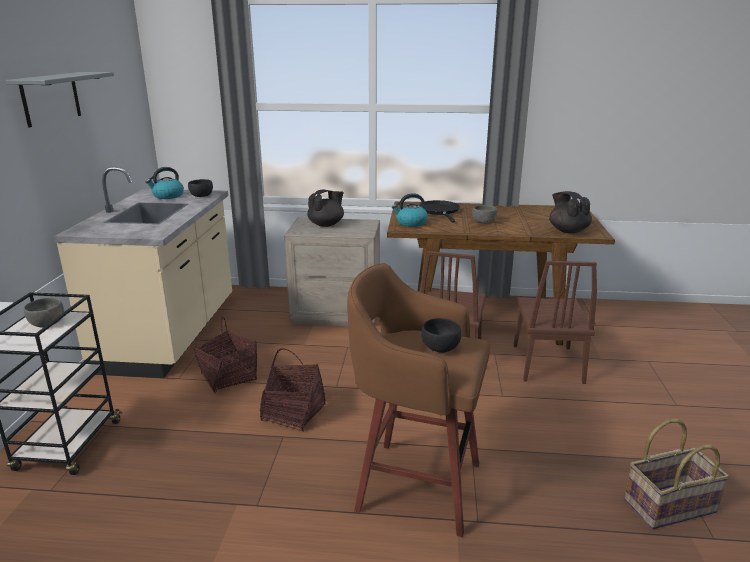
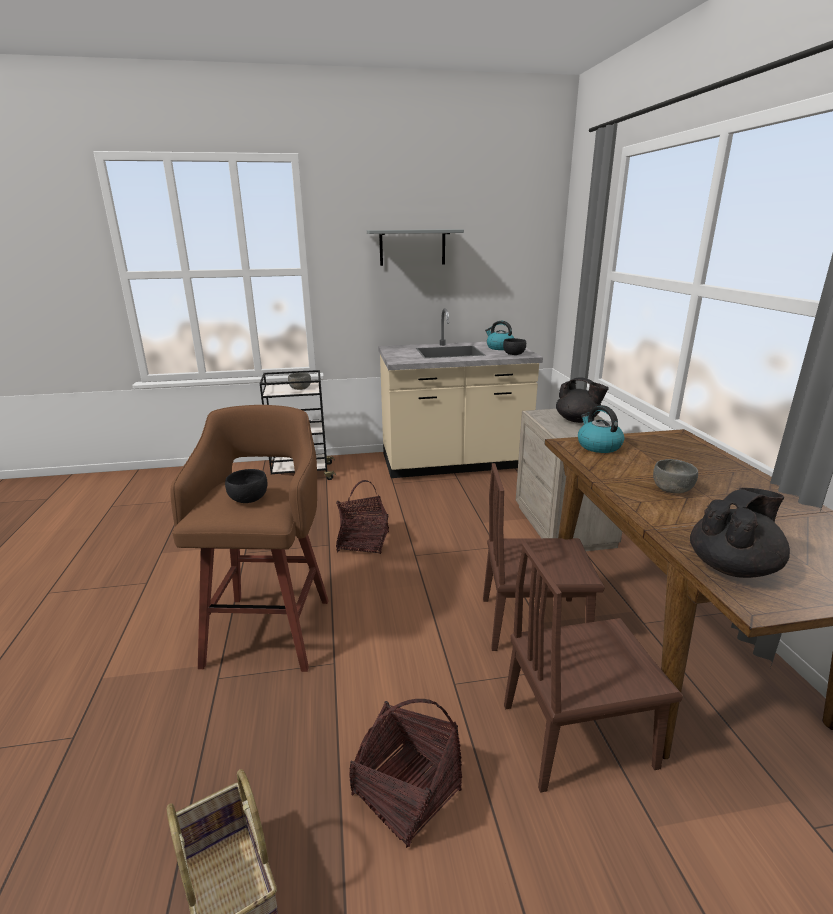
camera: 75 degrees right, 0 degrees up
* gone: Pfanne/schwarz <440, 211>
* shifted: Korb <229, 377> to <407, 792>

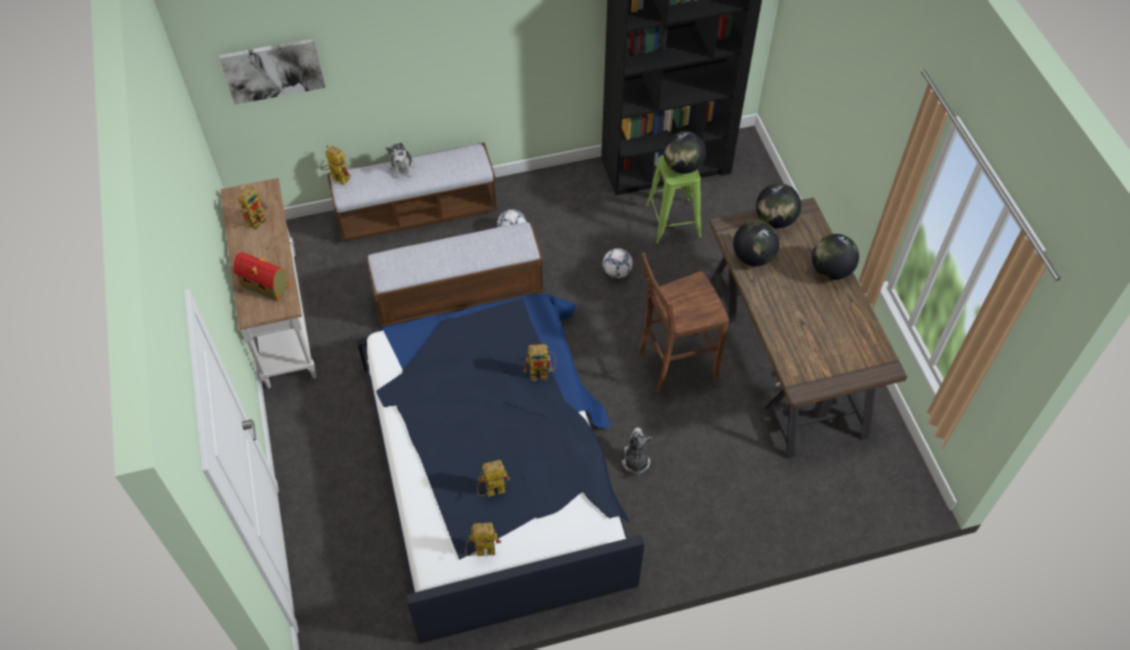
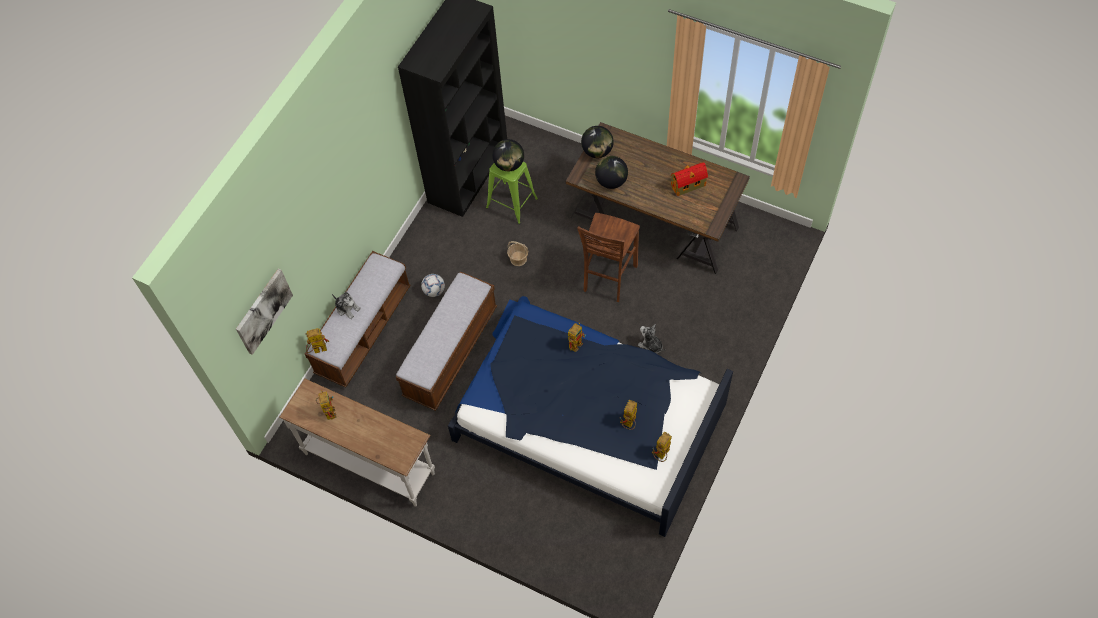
camera: 45 degrees left, 5 degrees up
* gone: Globus <830, 270>
* swapped: Fußball <617, 272> to Korb <518, 259>
* shifted: Spielzeughaus <266, 286> to <689, 185>

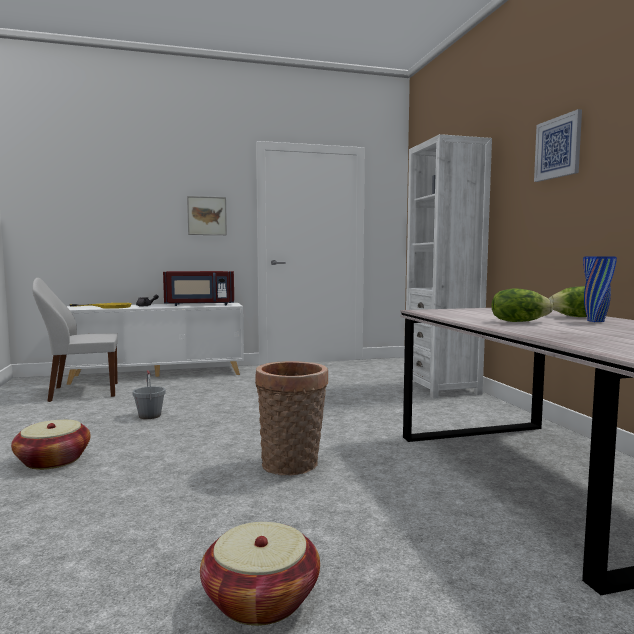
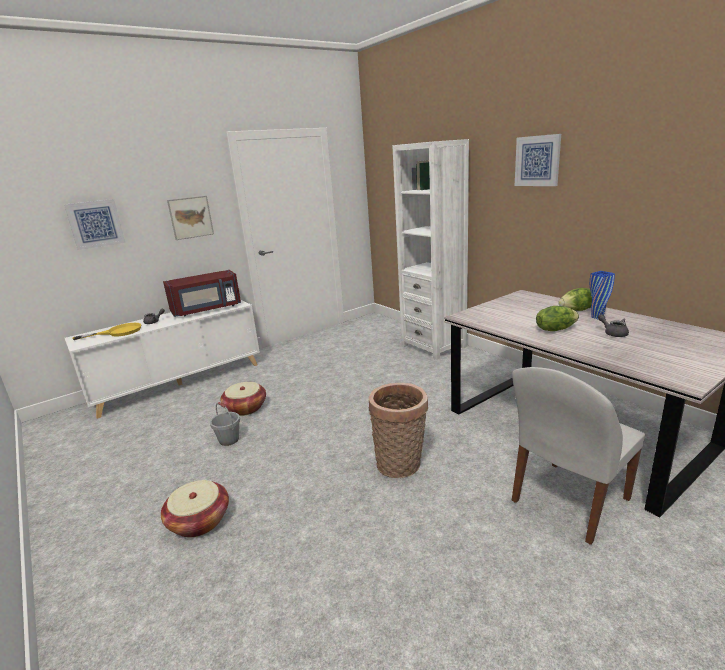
camera: 20 degrees left, 15 degrees up
* shifted: Stuhl/weiß <82, 392> to <568, 501>
* shifted: Korb <261, 599> to <245, 408>
* new: Bild <95, 224>
* new: Teekanne/grau <613, 333>

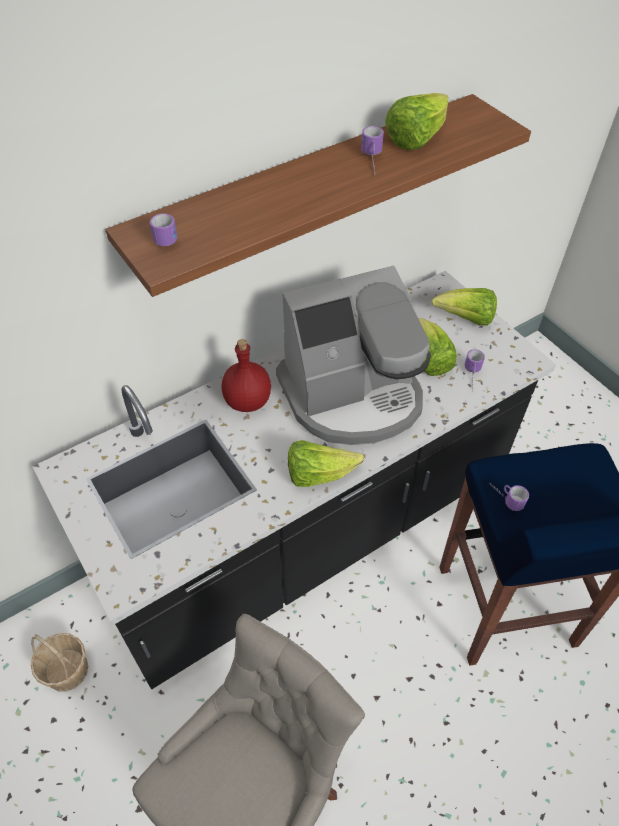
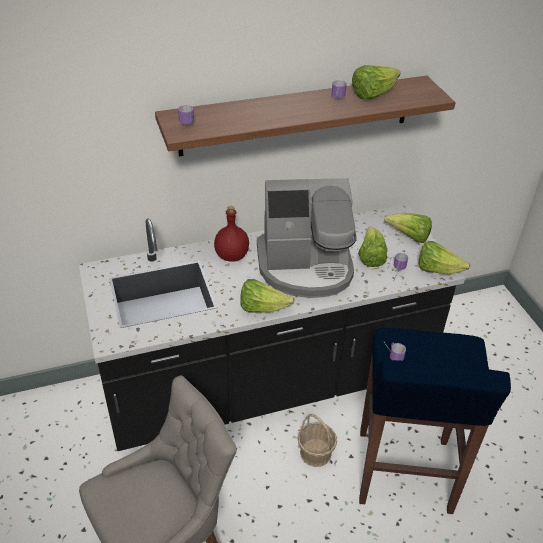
camera: 15 degrees right, 10 degrees down
* shifted: Korb <67, 669> to <315, 452>
* new: Salatkopf <437, 270>

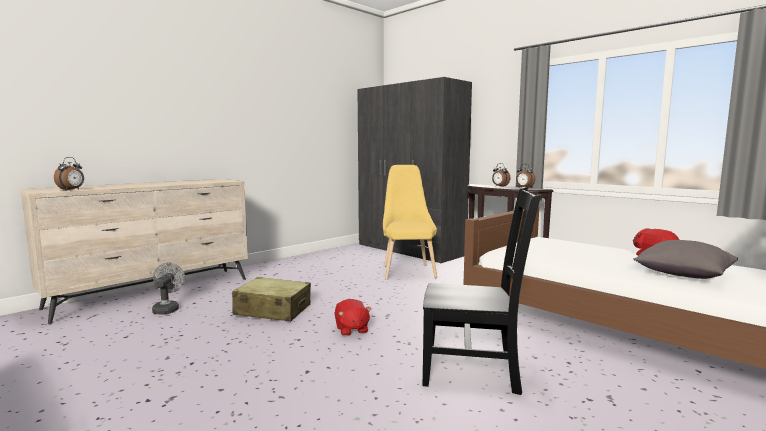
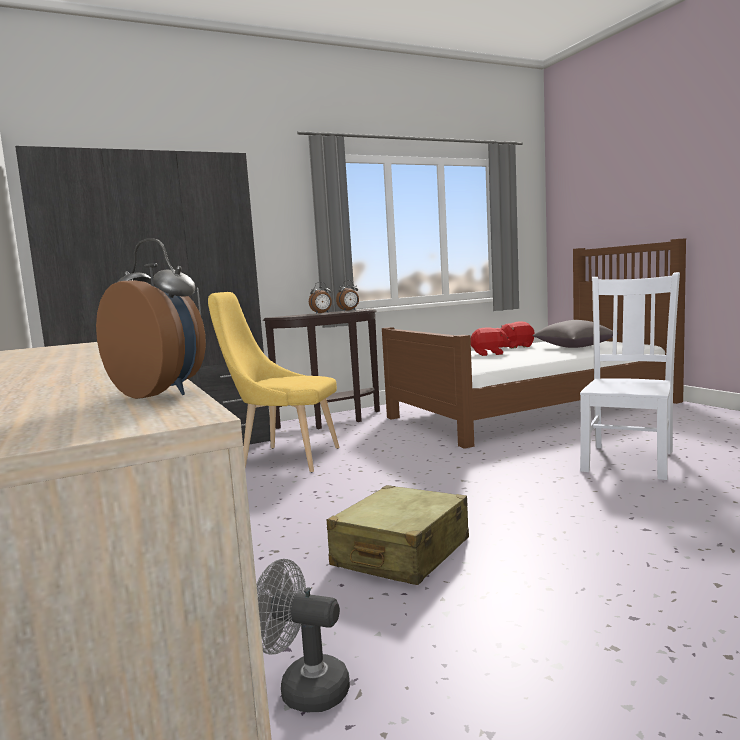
camera: 70 degrees left, 0 degrees up
* repainted: Stuhl/schwarz <474, 371> to Stuhl/weiß <628, 460>
* shifted: Plüschtier/rot <351, 330> to <489, 354>

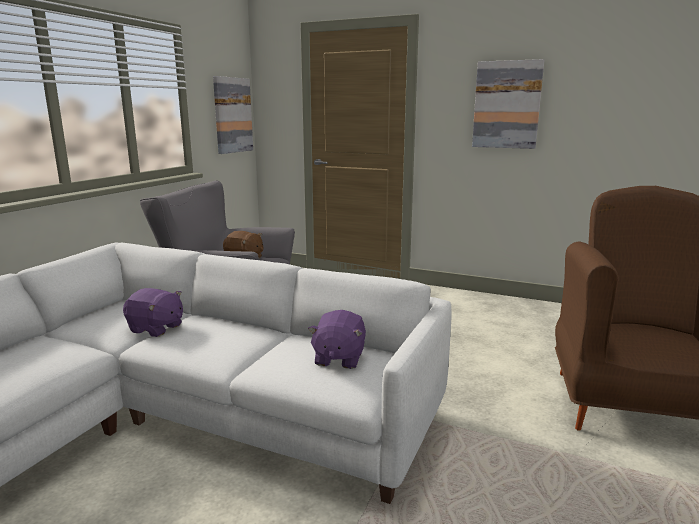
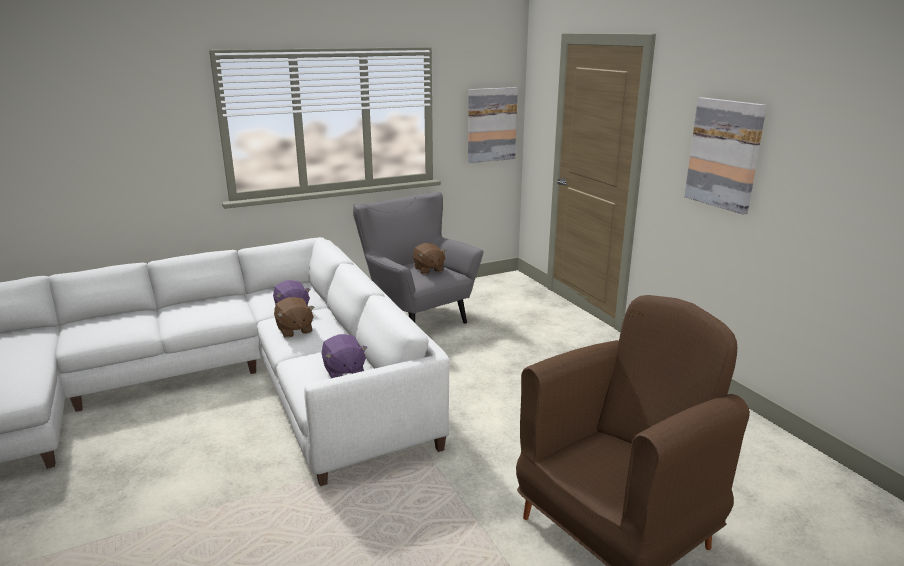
camera: 40 degrees right, 5 degrees up
* rotated: Plüschtier/lila <338, 358> = <344, 372> 75 degrees counterclockwise
* new: Plüschtier/braun <294, 330>

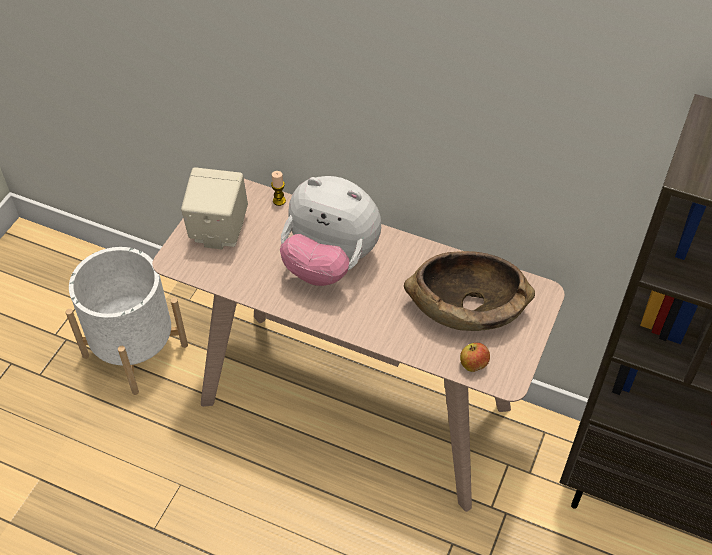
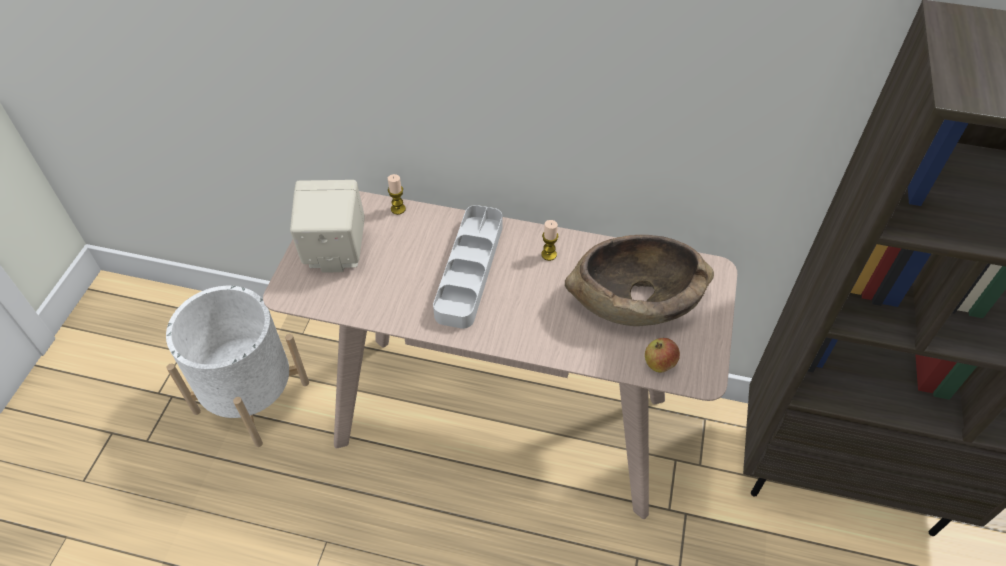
camera: 10 degrees left, 0 degrees up
* swapped: Plüschtier <329, 262> to Tablett/grau <469, 270>
* new: Kerze <549, 254>

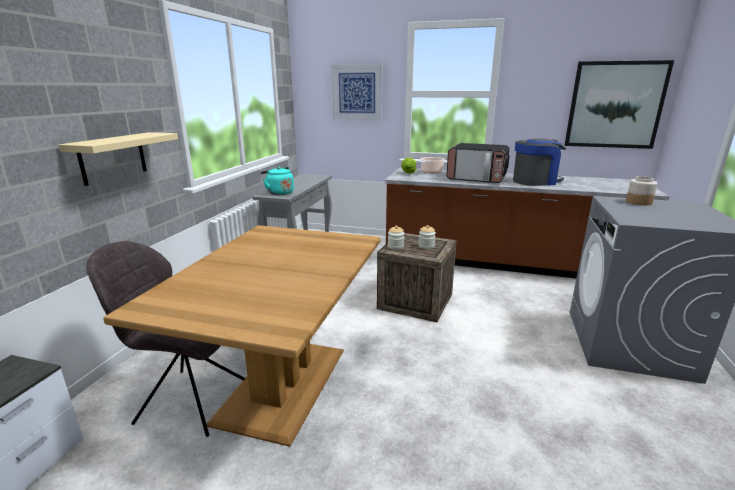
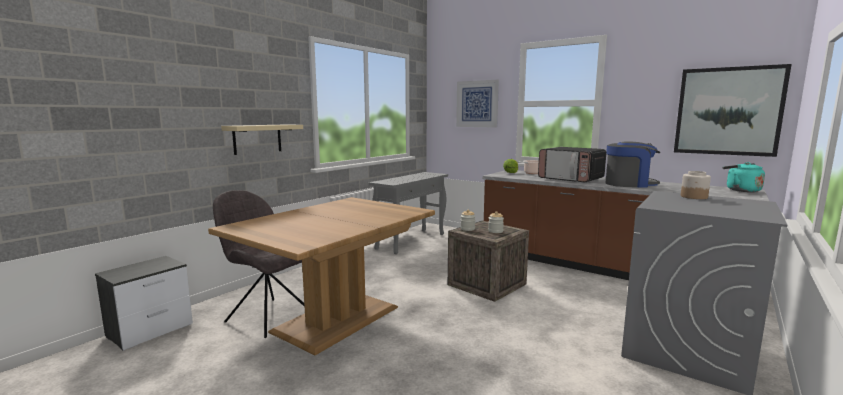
camera: 20 degrees right, 10 degrees down
* shifted: Wasserkessel/türkis <279, 192> to <740, 190>

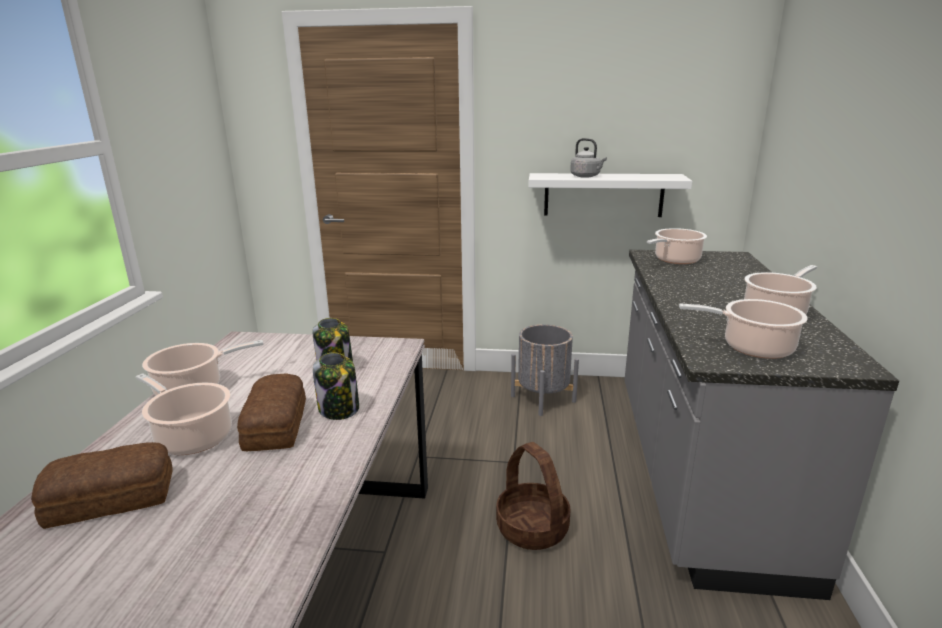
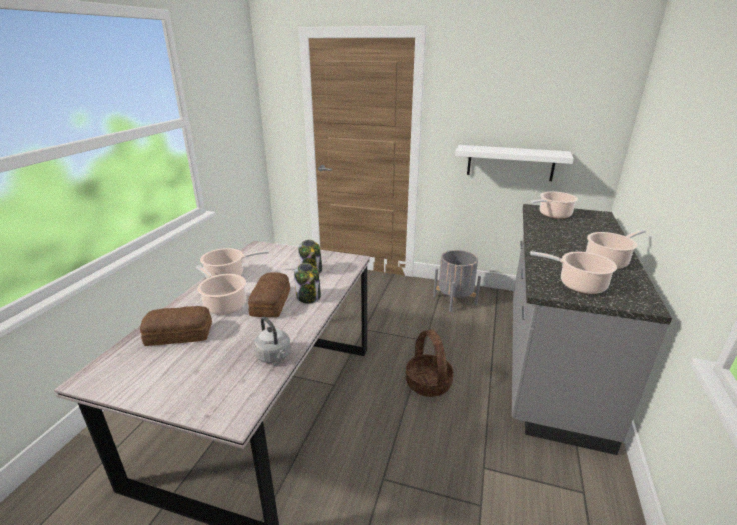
camera: 10 degrees right, 5 degrees up
* shifted: Wasserkessel/grau <586, 176> to <274, 356>

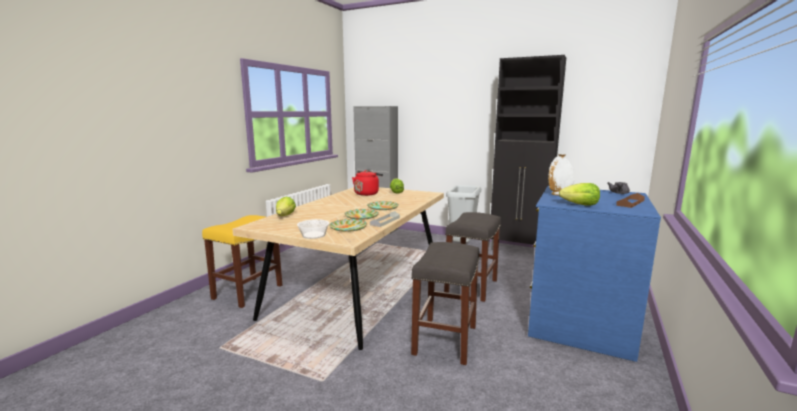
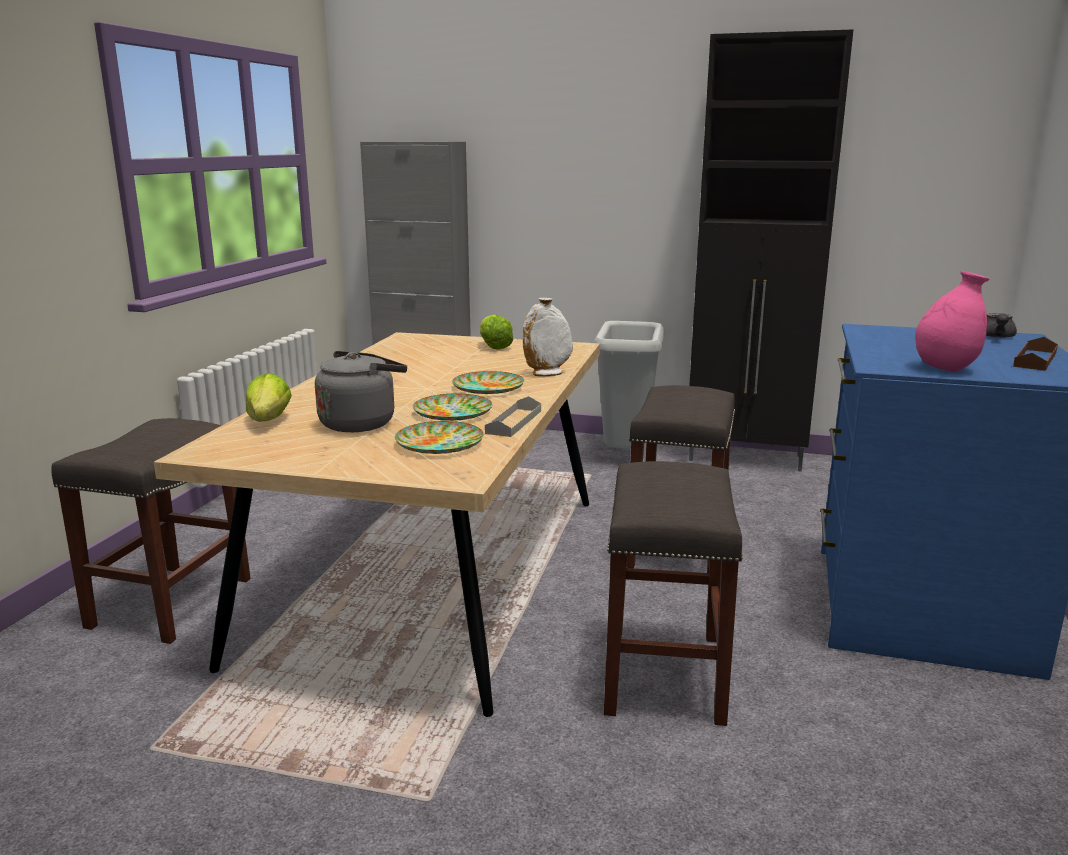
camera: 10 degrees left, 5 degrees up
* shifted: Vase/weiß <559, 194> to <547, 373>
* gone: Wasserkessel/rot <367, 193>
* swapped: Salatkopf <580, 205> to Vase/rosa <945, 369>
* repainted: Hocker/gelb <248, 291> to Hocker/grau <171, 601>
* gone: Schüssel <314, 235>
* new: Wasserkessel/grau <361, 423>

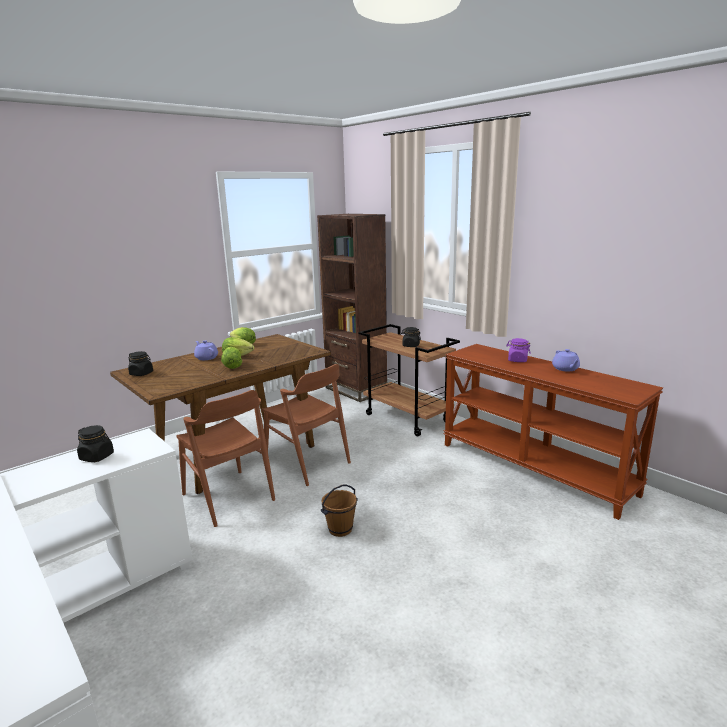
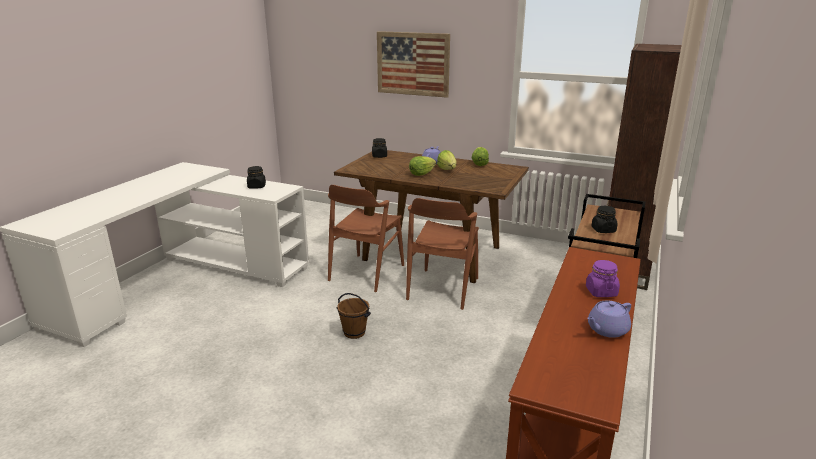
camera: 65 degrees right, 5 degrees up
* new: Bild <413, 64>

